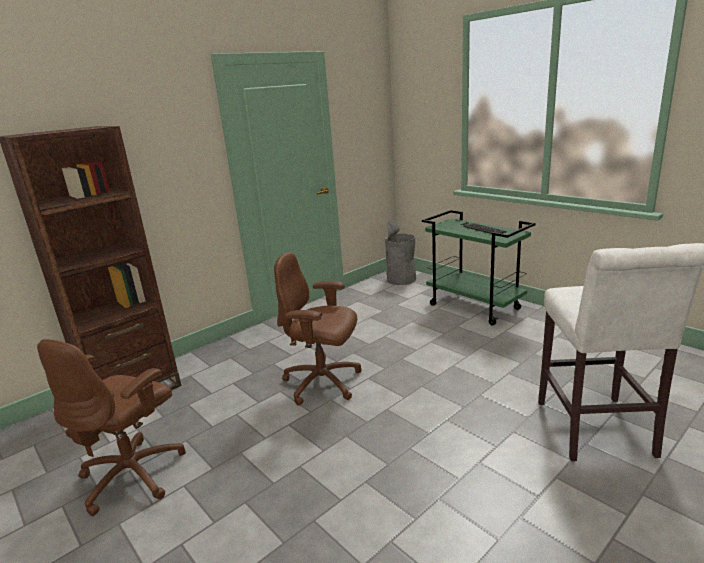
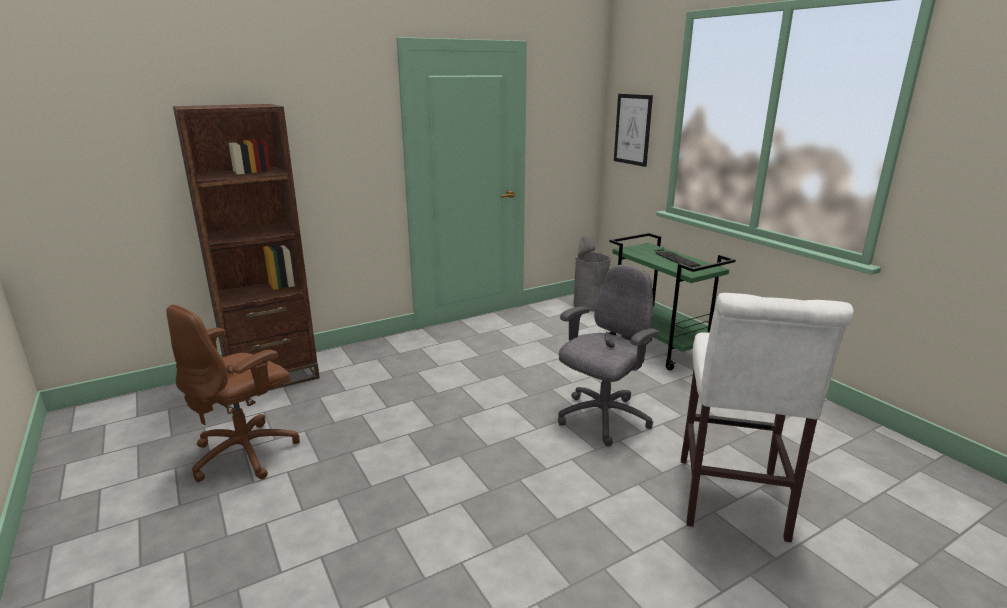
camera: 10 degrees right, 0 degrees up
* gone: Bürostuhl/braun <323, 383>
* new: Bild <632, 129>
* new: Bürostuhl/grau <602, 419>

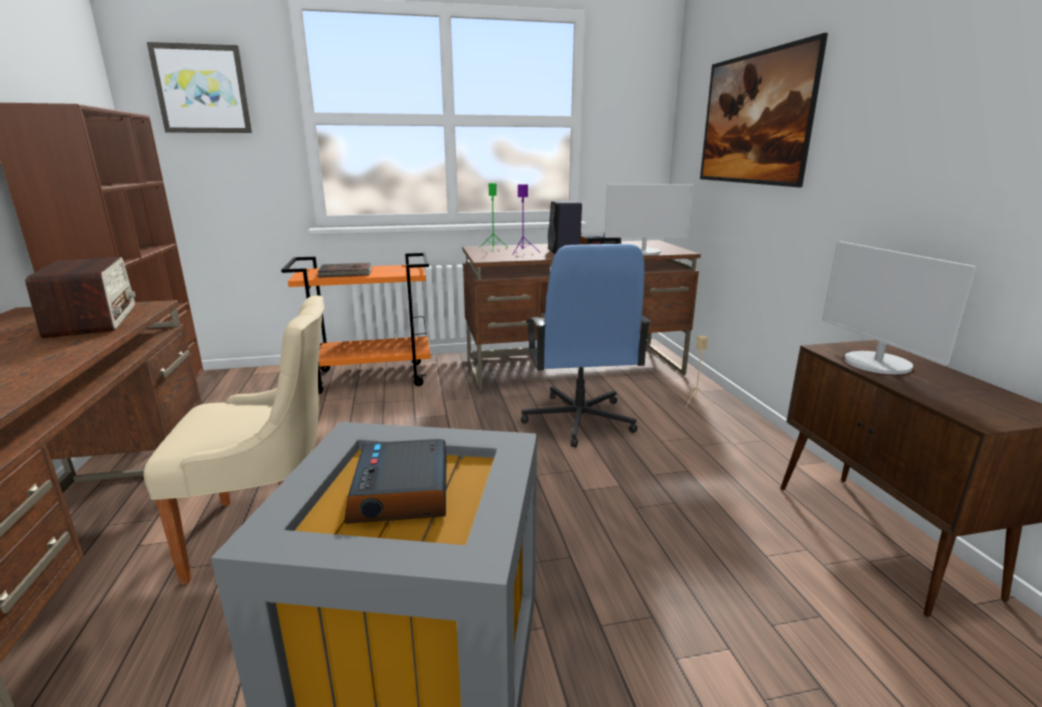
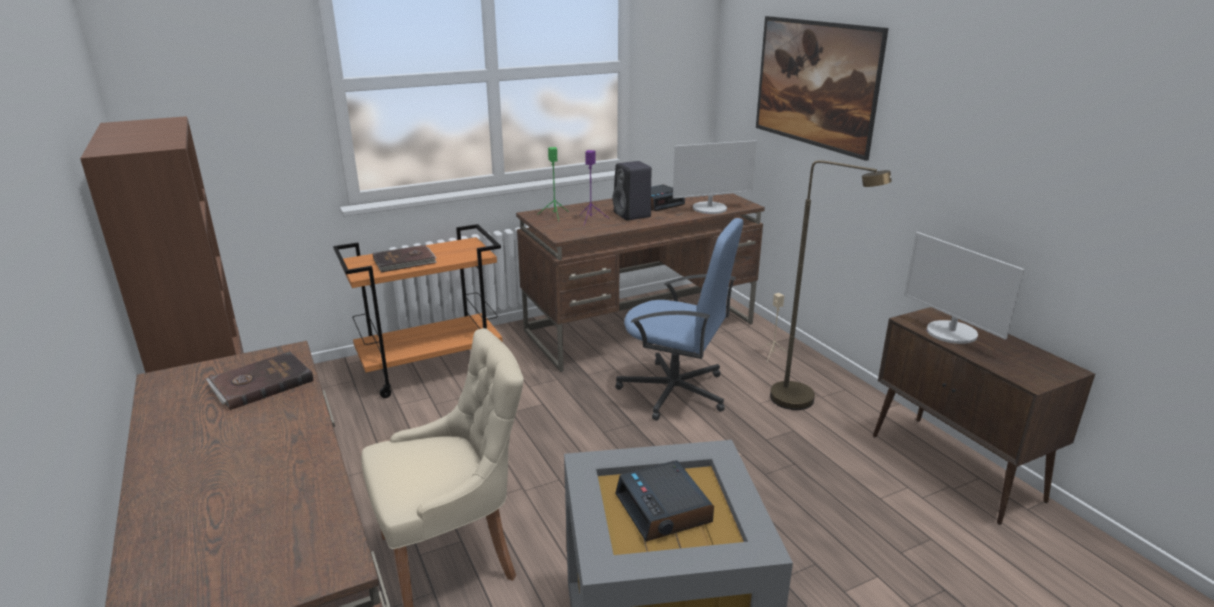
camera: 15 degrees left, 5 degrees up
* gone: Bild <202, 89>
* rotated: Bürostuhl/blau <578, 420> = <675, 392> 45 degrees counterclockwise
* swapped: Radio <93, 320> to Buch/braun <261, 383>
* new: Stehlampe/braun <804, 402>

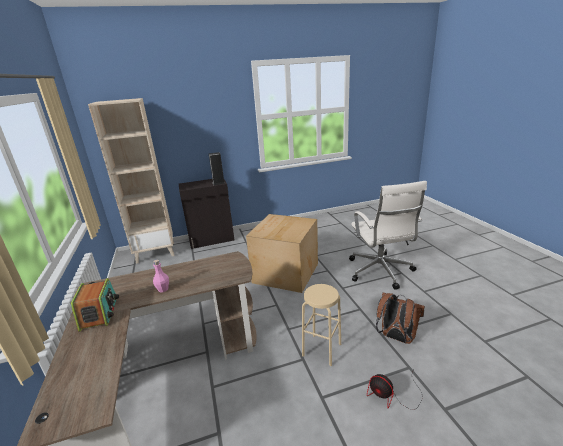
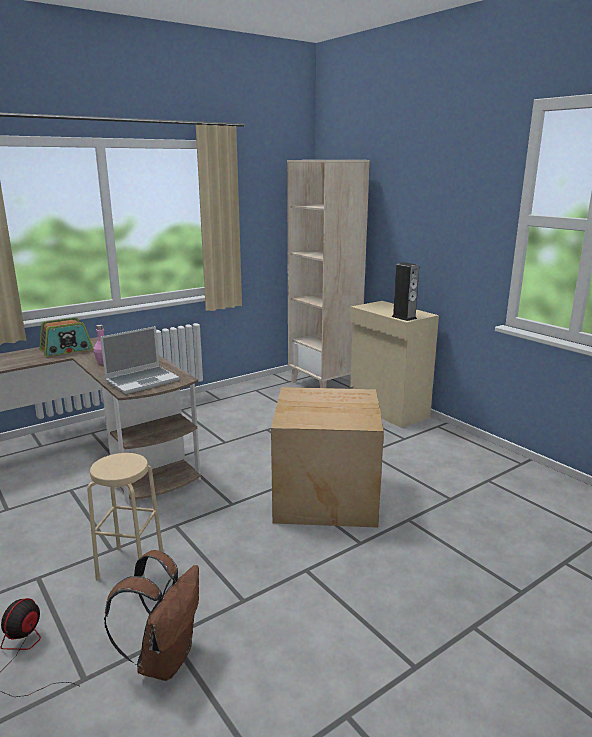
camera: 70 degrees right, 5 degrees down
* repainted: Schrank/schwarz <212, 239> to Schrank/beige <388, 410>
* gone: Bürostuhl/weiß <380, 271>
* new: Laptop <142, 381>

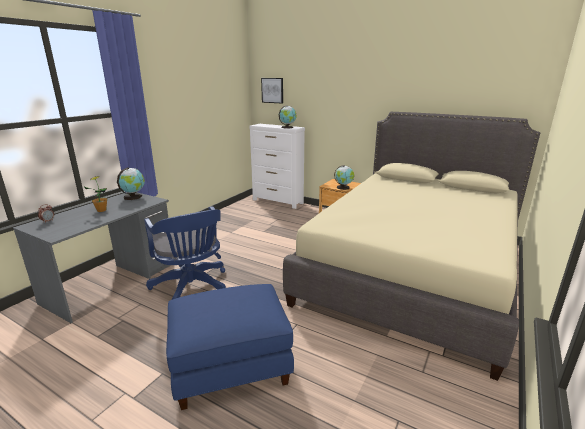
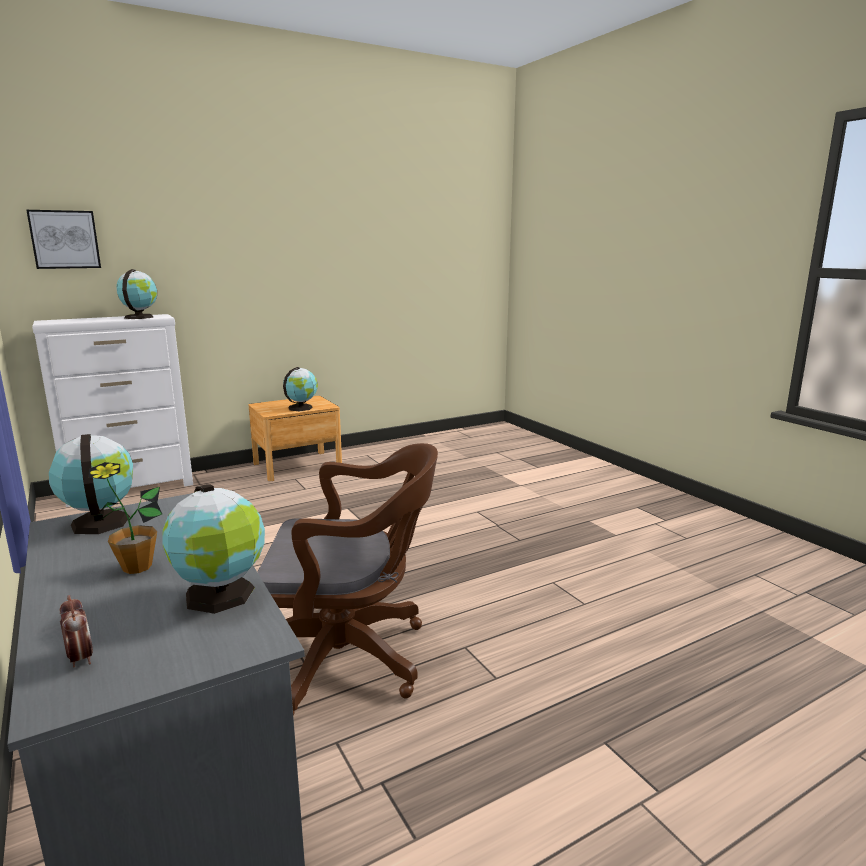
camera: 60 degrees left, 5 degrees down
* gone: Bett/beige <413, 271>
* repainted: Bürostuhl/blau <192, 288> to Bürostuhl/braun <350, 657>
* gone: Polsterhocker/blau <231, 366>
* new: Globus <221, 596>

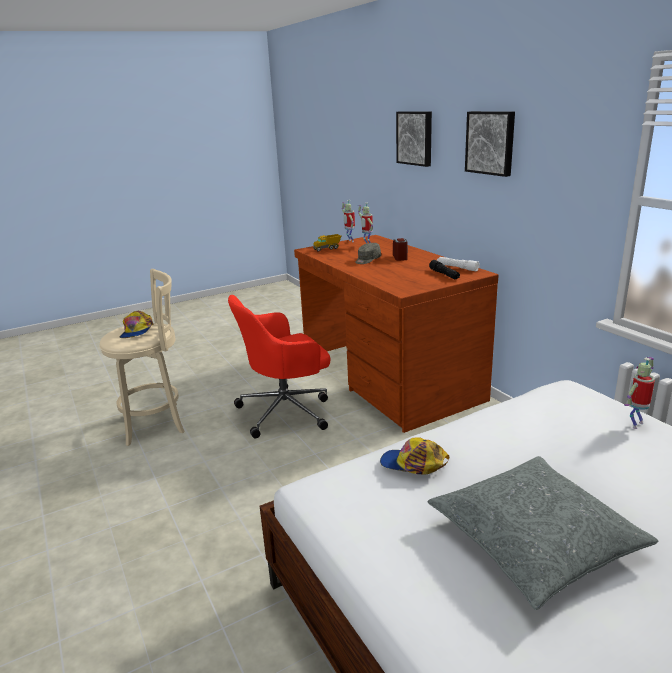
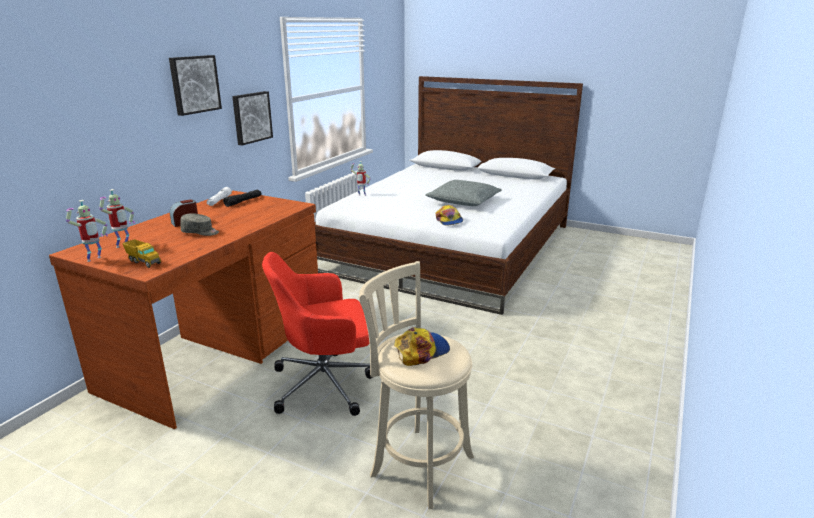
camera: 125 degrees left, 0 degrees up
* shifted: Bild <415, 138> to <251, 117>
* rotated: Bürostuhl/rot <287, 411> = <326, 384> 135 degrees clockwise

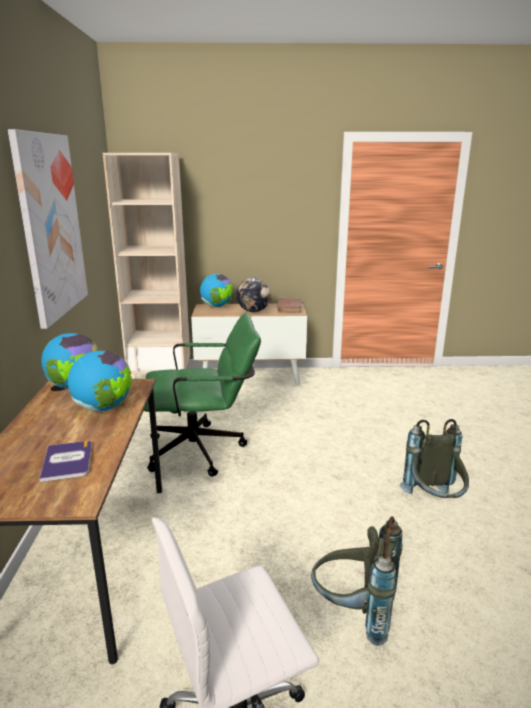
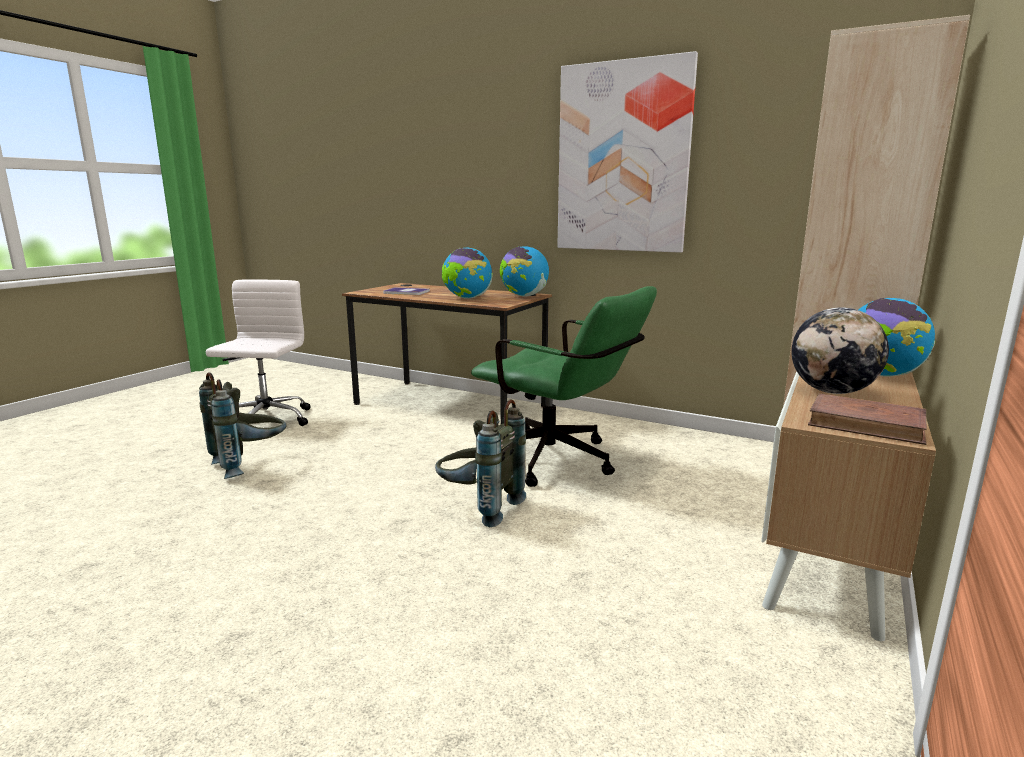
camera: 120 degrees right, 5 degrees down
* rotated: Bürostuhl/grün <204, 450> = <560, 462> 75 degrees counterclockwise
* shifted: Rucksack/grau <434, 502> to <479, 508>

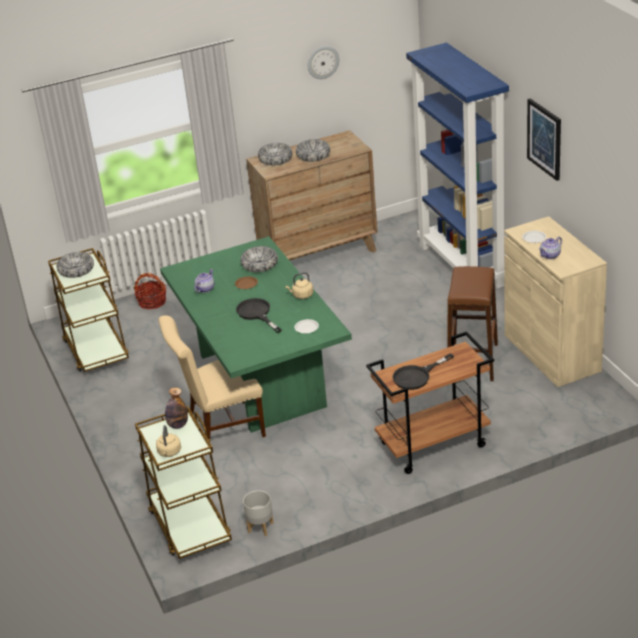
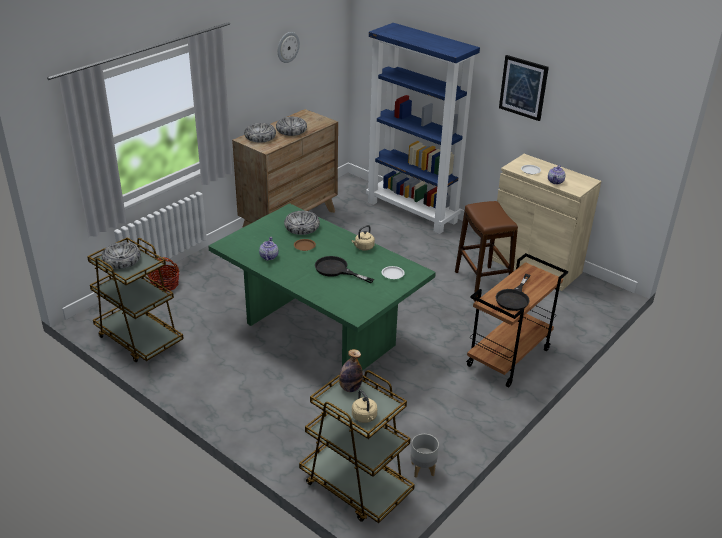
camera: 30 degrees left, 0 degrees up
* gone: Stuhl/beige <221, 429>

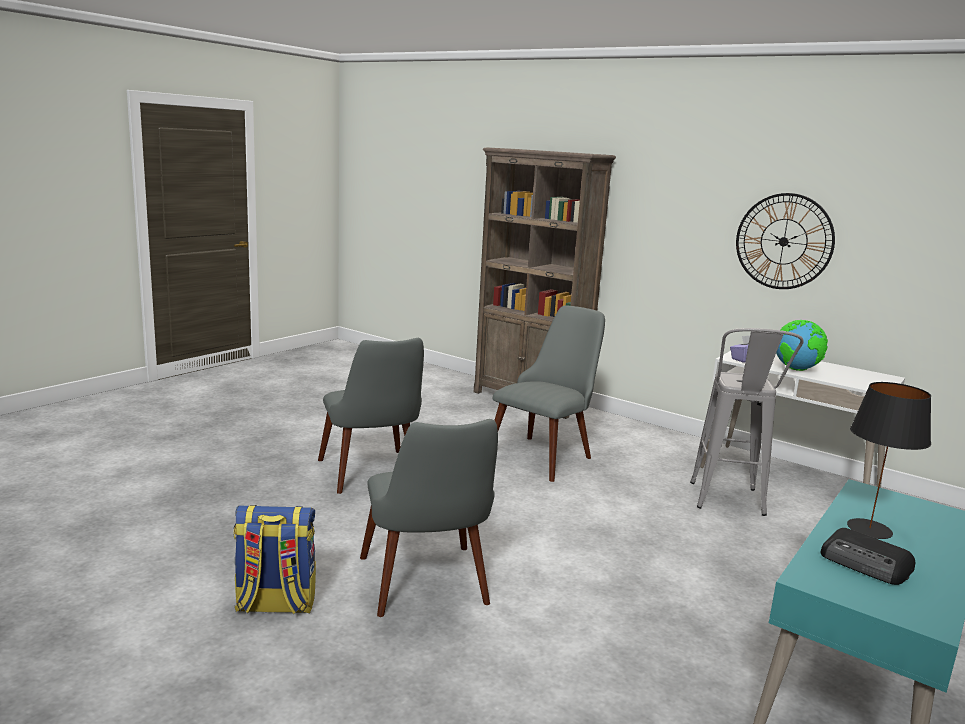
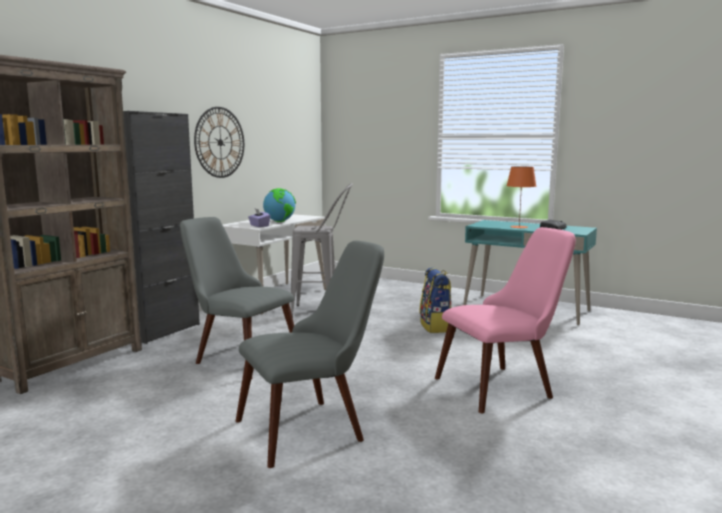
camera: 95 degrees left, 5 degrees down
* repainted: Tischlampe/schwarz <868, 529> to Tischlampe/orange <519, 227>
* repainted: Stuhl/grau <428, 590> to Stuhl/rosa <504, 385>
* shifted: Rucksack <275, 605> to <436, 327>
* new: Schrank/schwarz <163, 331>

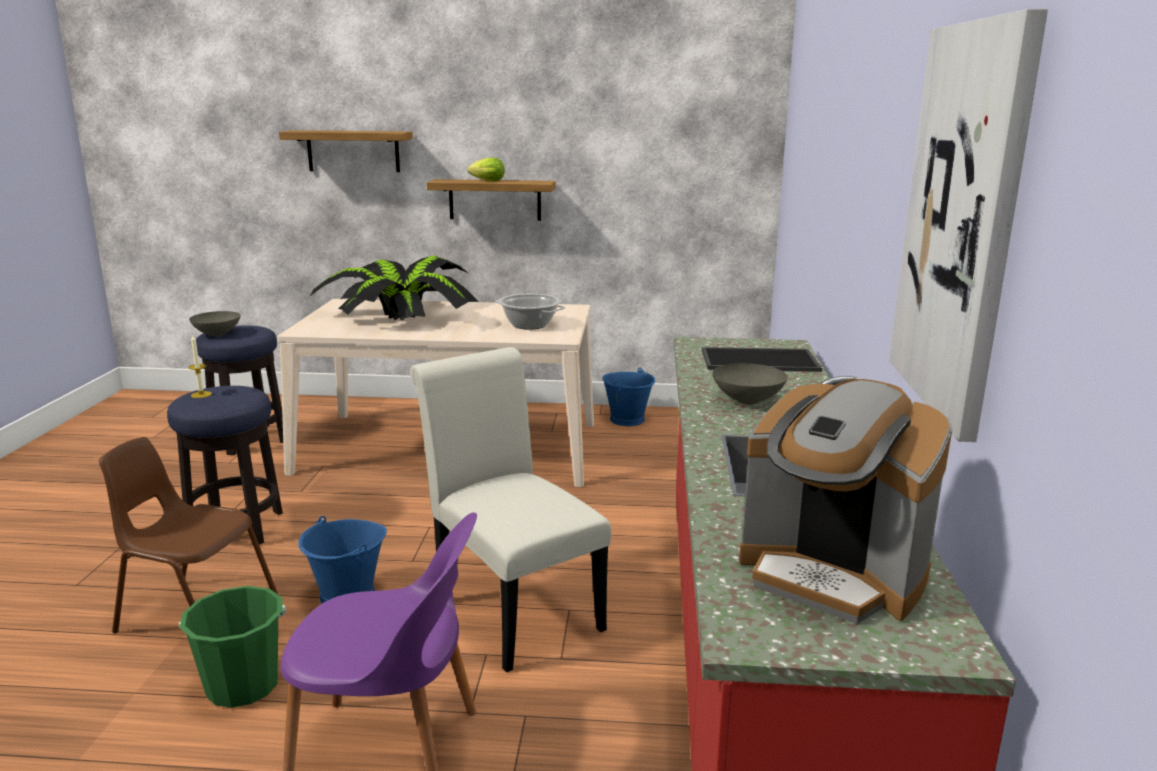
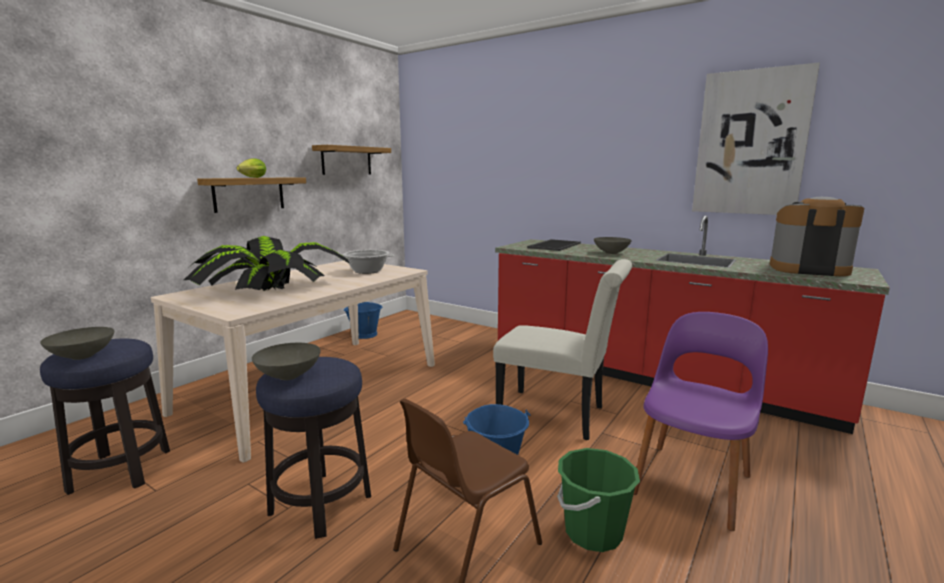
camera: 60 degrees left, 5 degrees down
* shifted: Wandregal <353, 151> to <346, 160>
* swapped: Kerze <201, 394> to Schüssel/grau <290, 376>
* rotated: Stuhl/weiß <511, 609> = <558, 415> 150 degrees counterclockwise
* rotated: Kaffeemaschine <832, 575> = <808, 269> 135 degrees counterclockwise

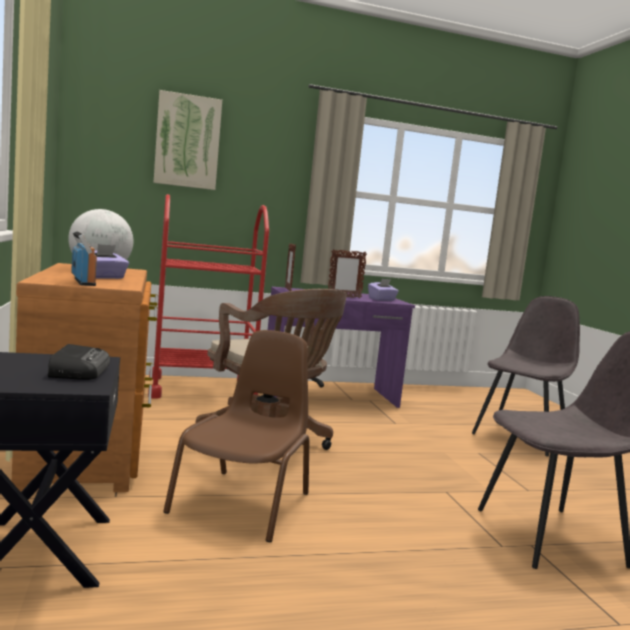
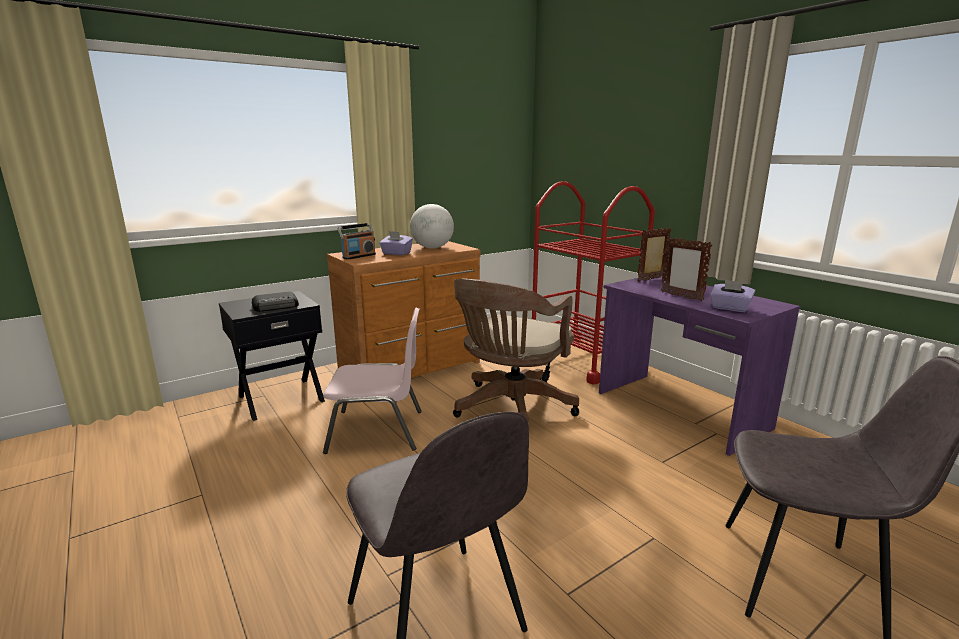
camera: 70 degrees right, 10 degrees up
* gone: Bild <187, 141>
* repainted: Stuhl/braun <243, 502> to Stuhl/rosa <378, 431>

